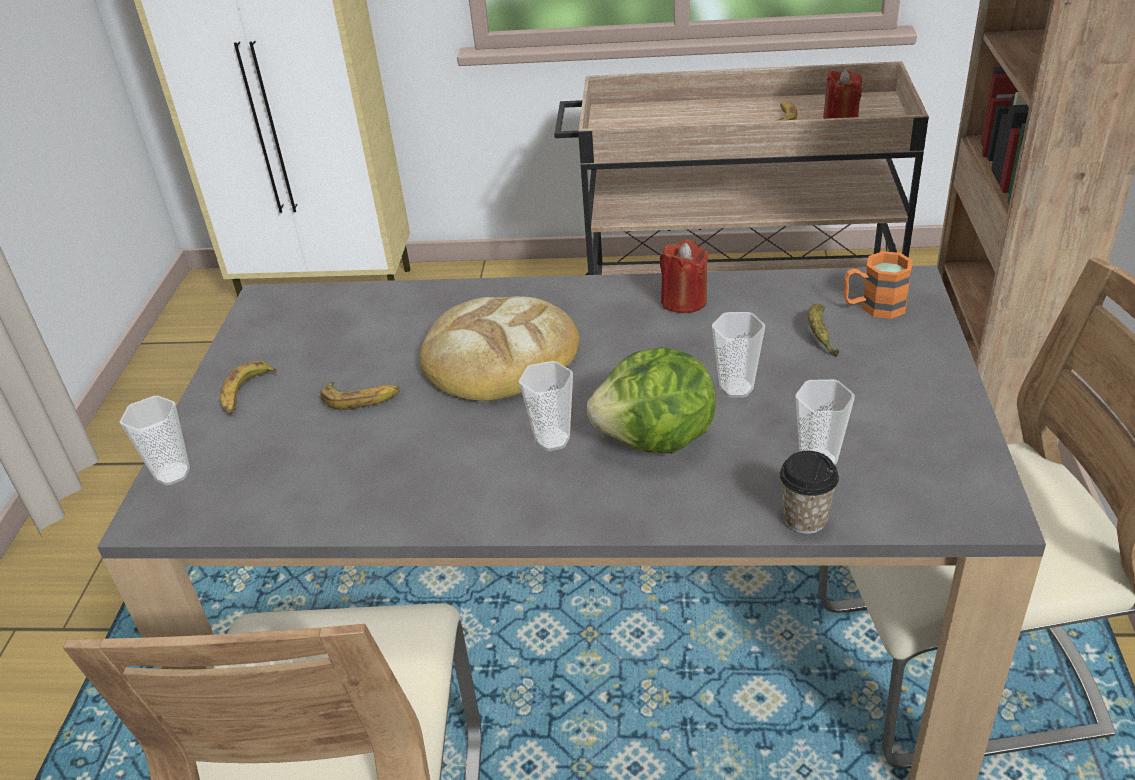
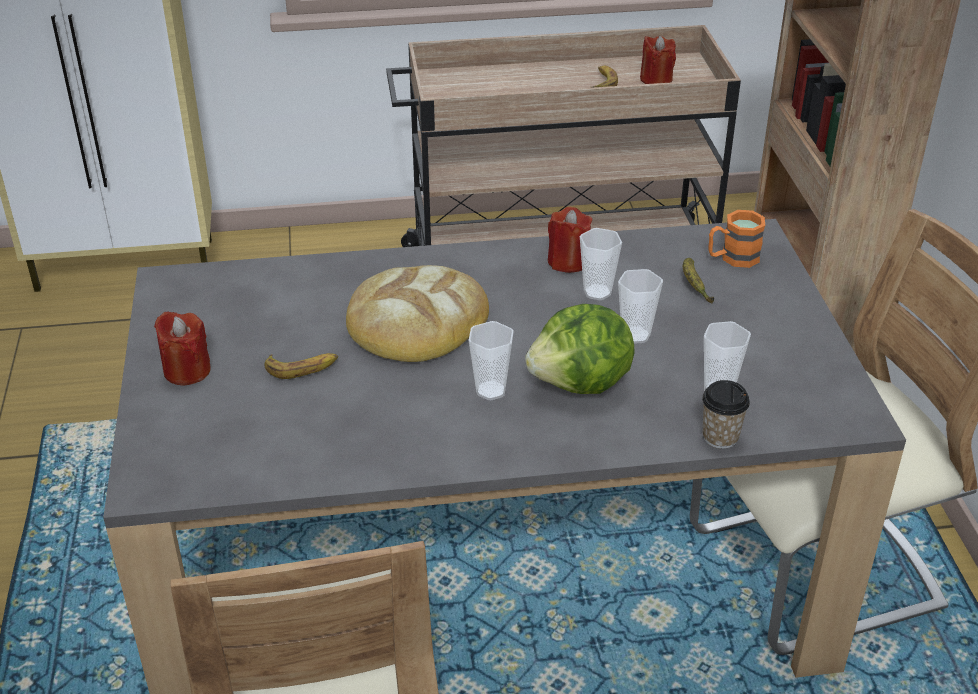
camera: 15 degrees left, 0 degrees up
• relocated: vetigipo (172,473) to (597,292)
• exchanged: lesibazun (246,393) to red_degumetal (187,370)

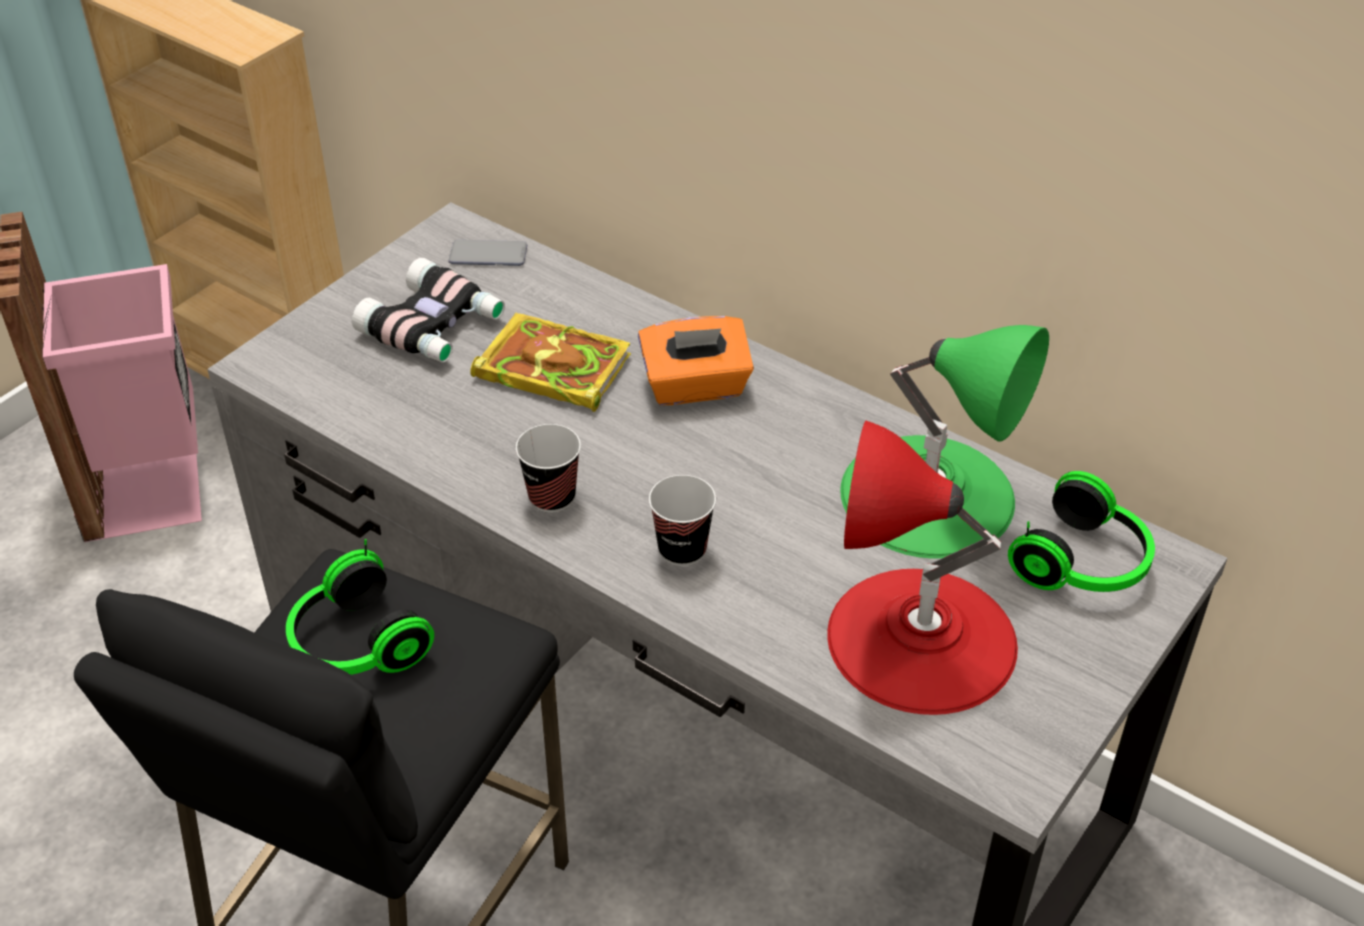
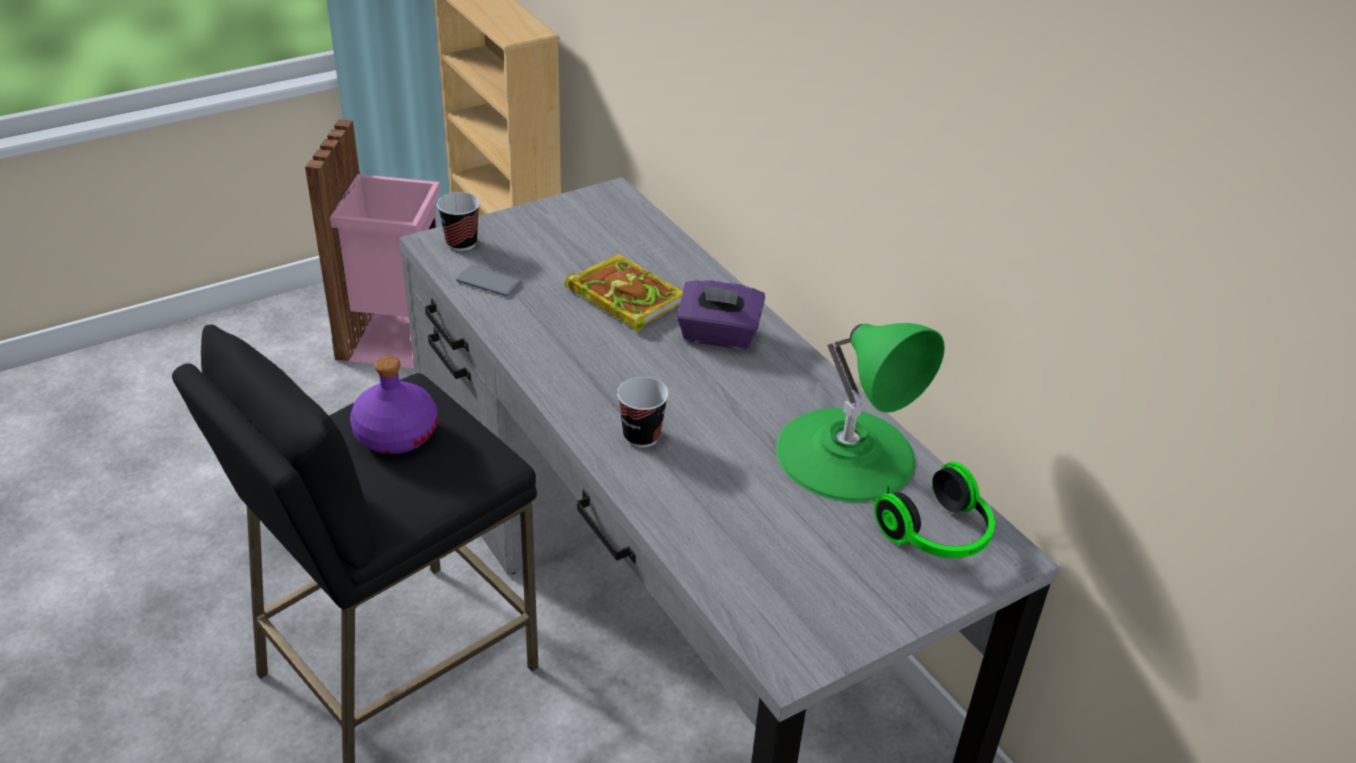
camera: 20 degrees right, 5 degrees down
• missing: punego (434,327)
• missing: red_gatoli (921,639)
• relocated: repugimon (488,255) to (488,282)
• relocated: vetigipo (552,497) to (461,243)
• exchanged: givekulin (354,644) to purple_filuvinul (395,433)
• colour: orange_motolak (695,387) to purple_motolak (718,335)

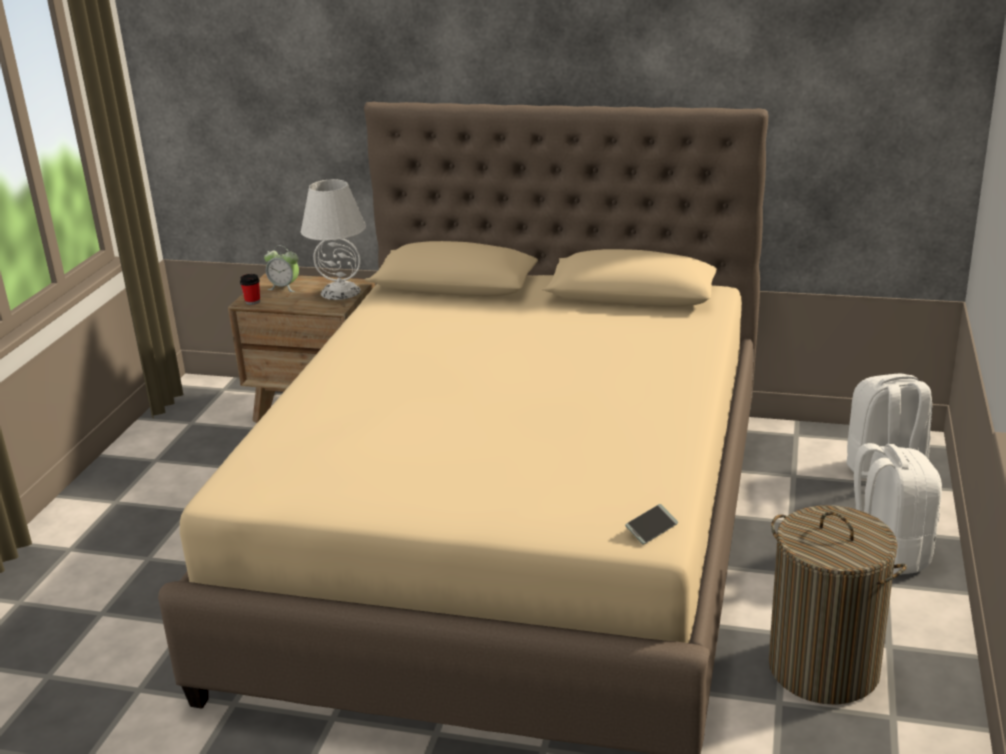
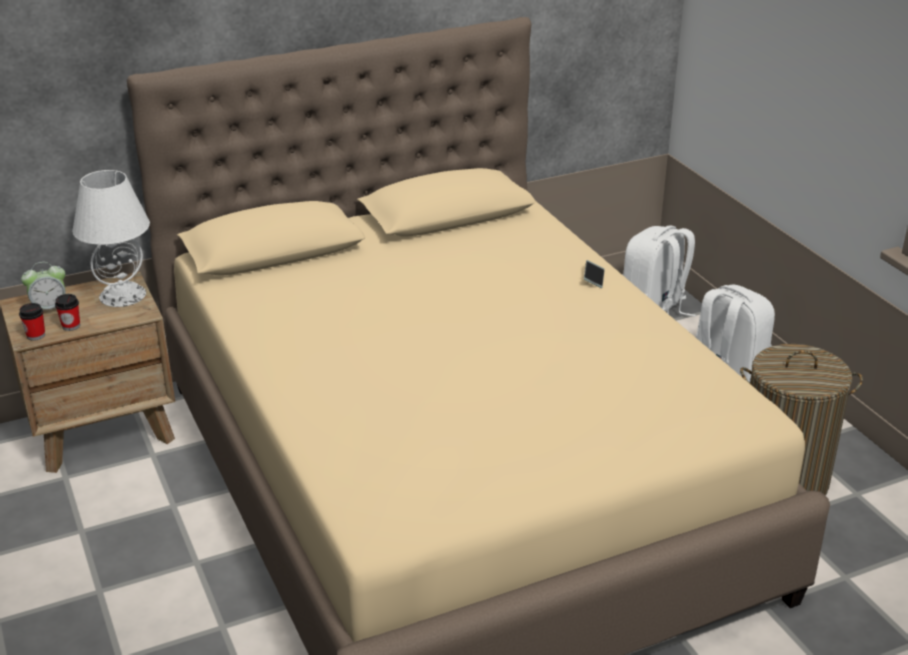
camera: 40 degrees left, 5 degrees up
• appeared: vetigipo (71,326)
• relocated: repugimon (651,529) to (593,278)

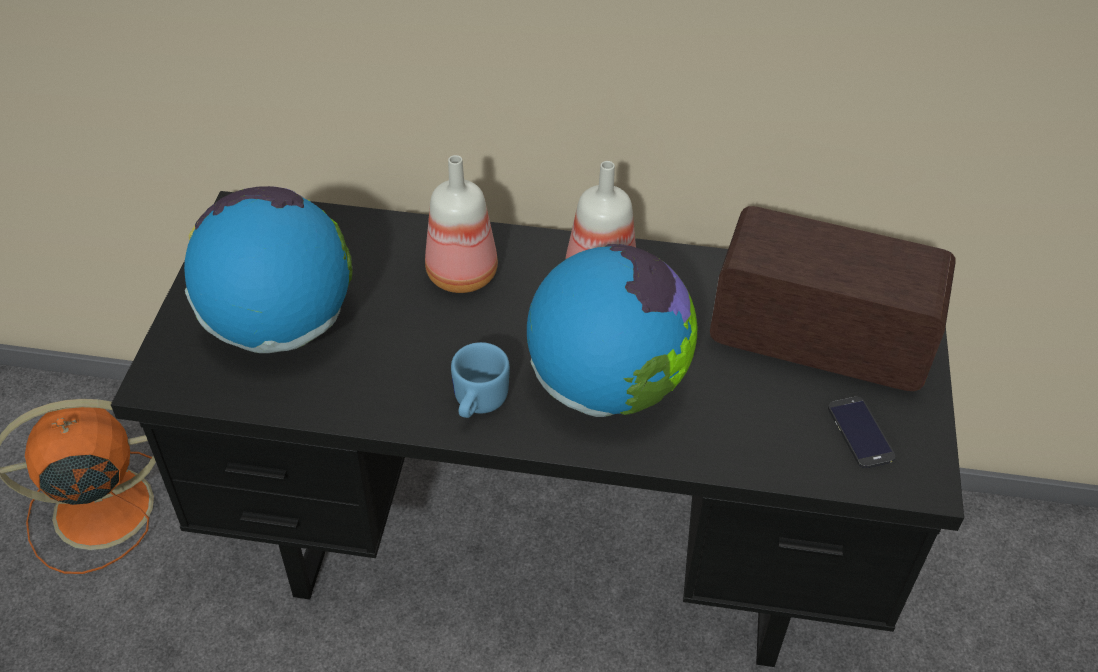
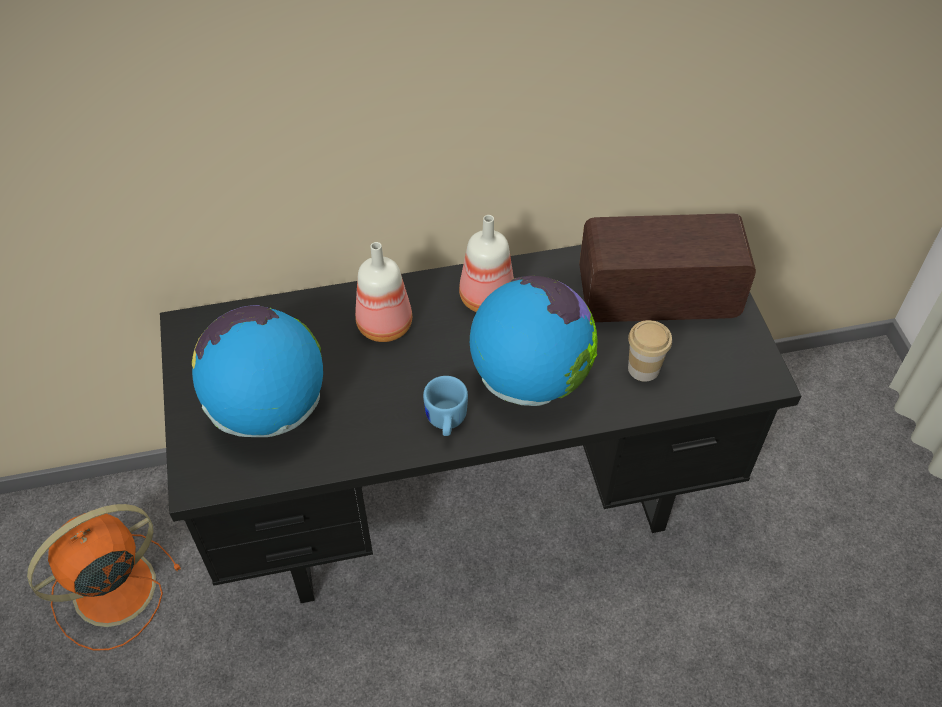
camera: 20 degrees left, 5 degrees up
• missing: repugimon (860,432)
• appeared: vetigipo (643,368)

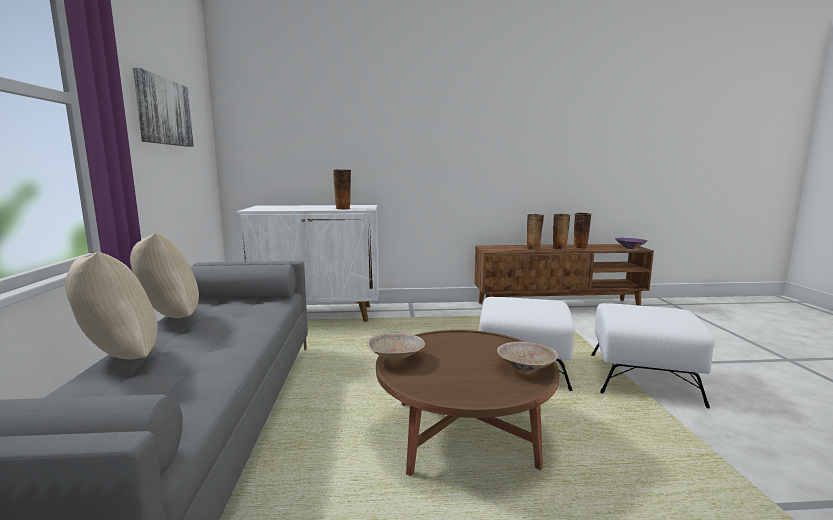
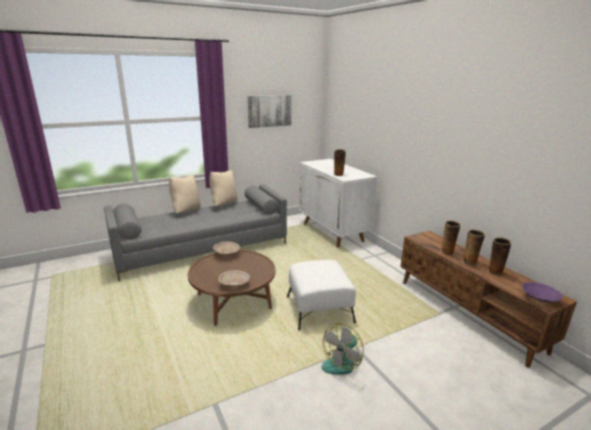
camera: 65 degrees right, 10 degrees up
• exchanged: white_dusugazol (643,379) to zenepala (342,362)

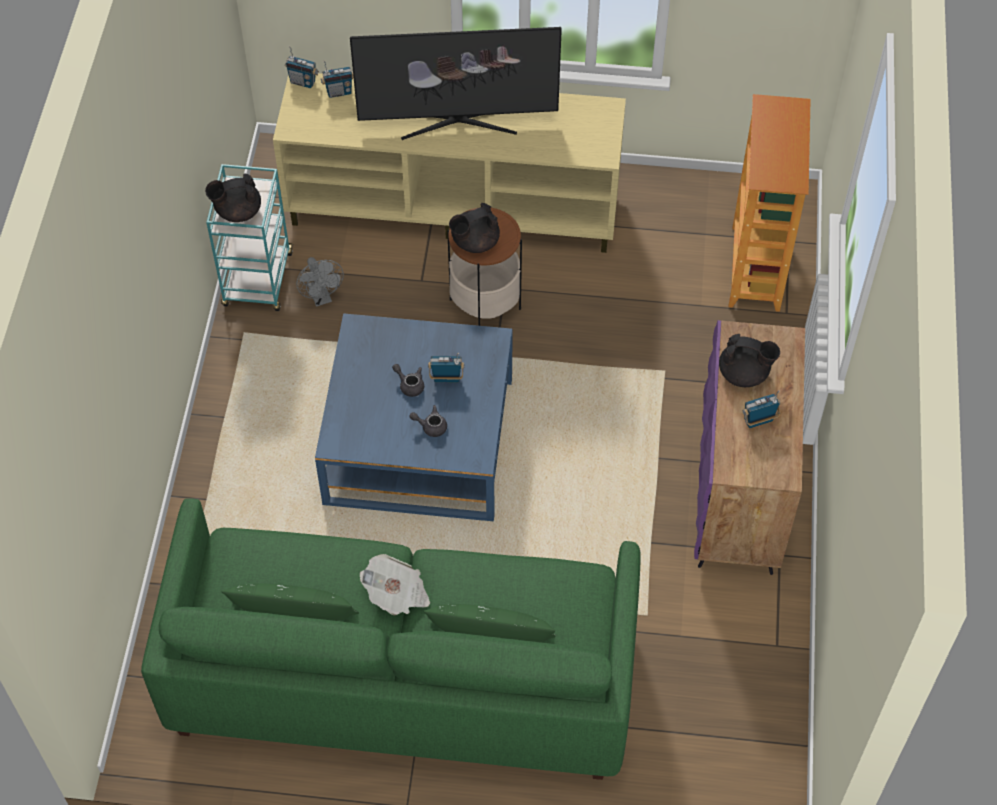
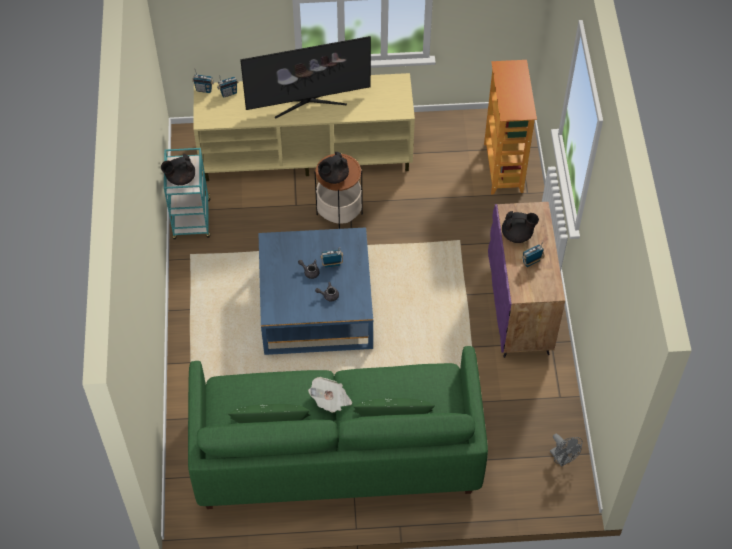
camera: 10 degrees left, 0 degrees up
• relocated: grey_zenepala (321,298) to (562,459)

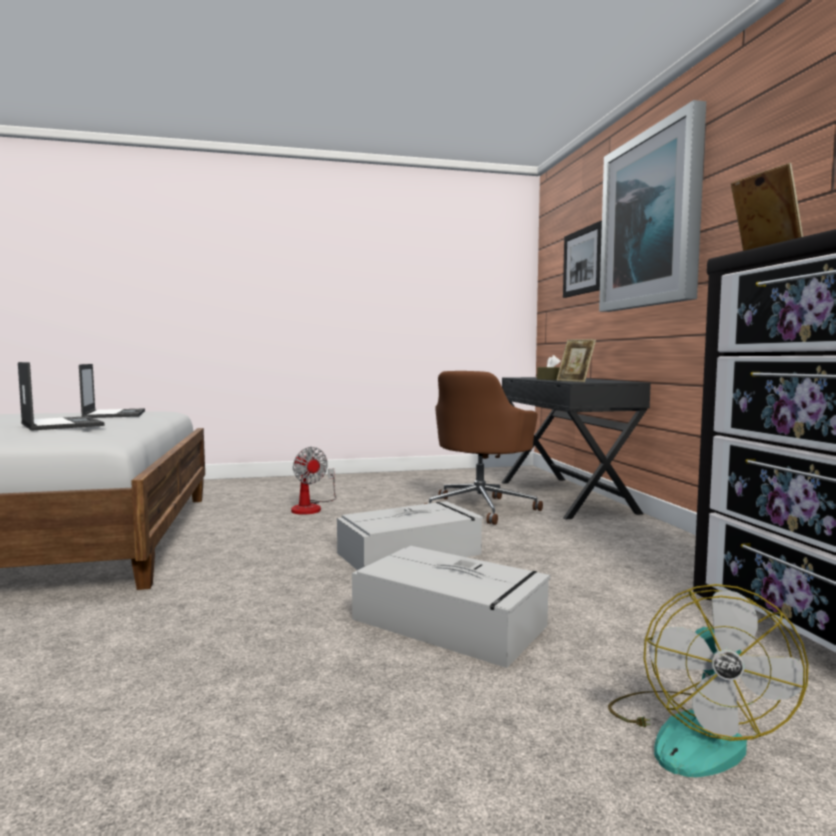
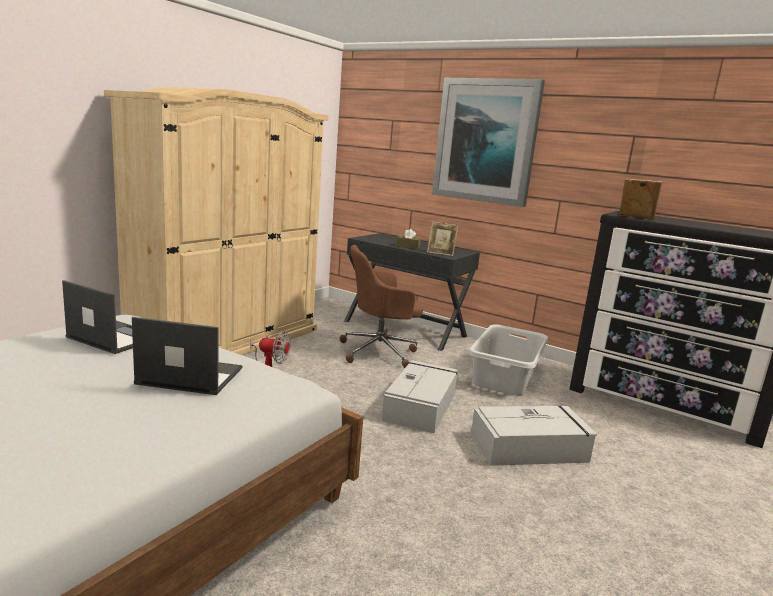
camera: 45 degrees left, 10 degrees up
• missing: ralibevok (582,261)
• missing: zenepala (693,732)
• appeared: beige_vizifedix (227,343)
• appeared: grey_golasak (506,377)
• spun: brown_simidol (481,508) = (380,352) 90 degrees clockwise

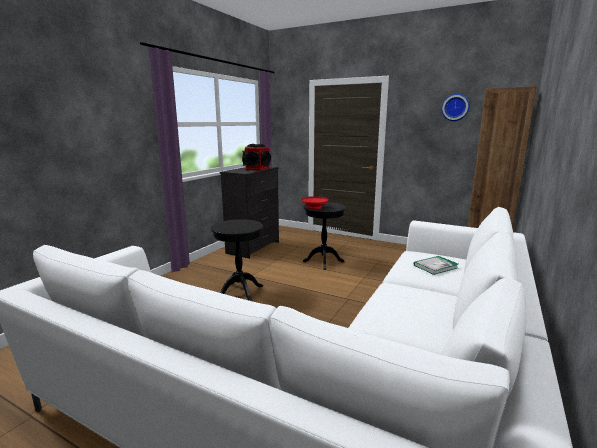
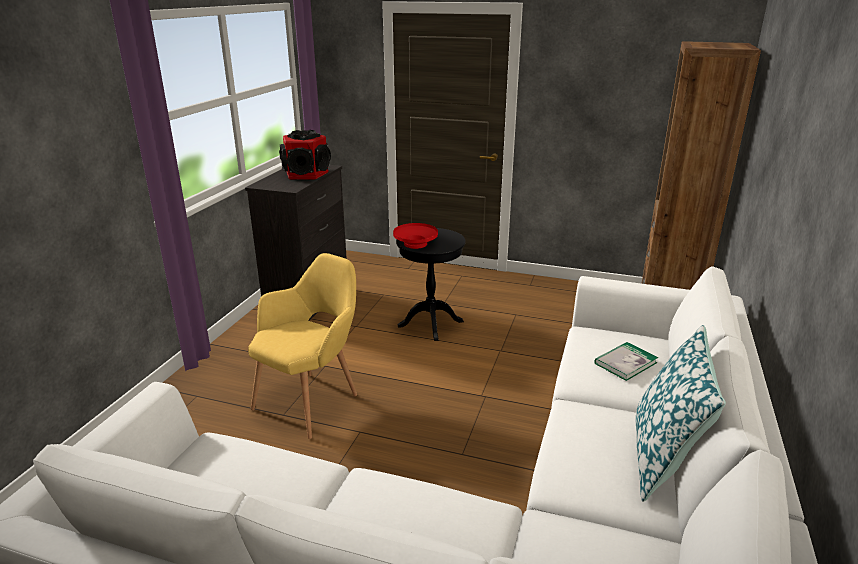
camera: 10 degrees left, 10 degrees up
• missing: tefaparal (455,107)
• appeared: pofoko (664,458)
• exchanged: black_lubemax (240,292) to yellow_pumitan (313,400)

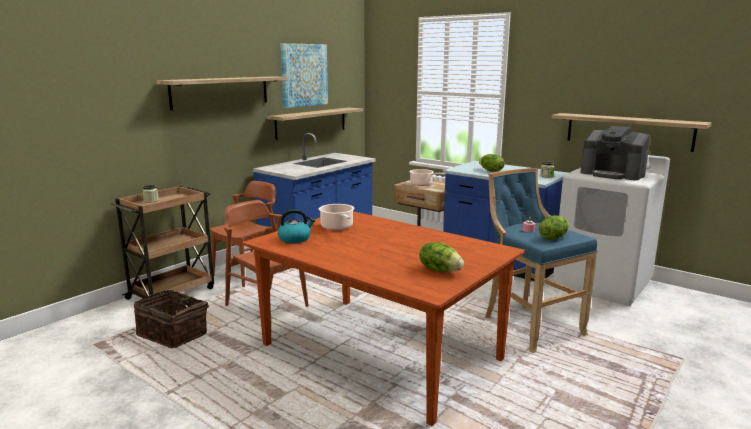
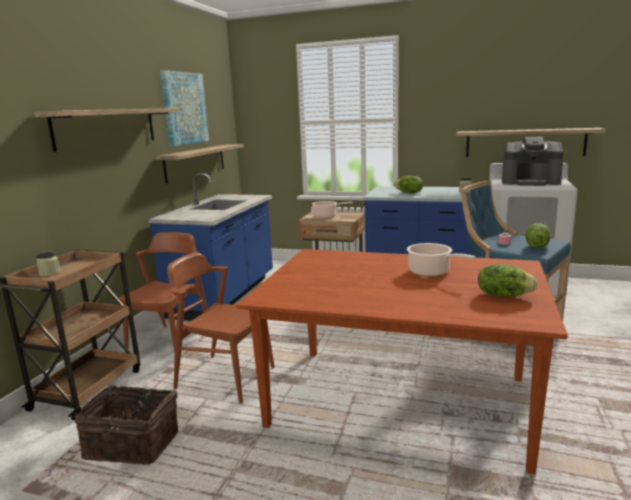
camera: 20 degrees left, 0 degrees up
• missing: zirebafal (295,239)
• relocated: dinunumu (337,227) to (431,272)

